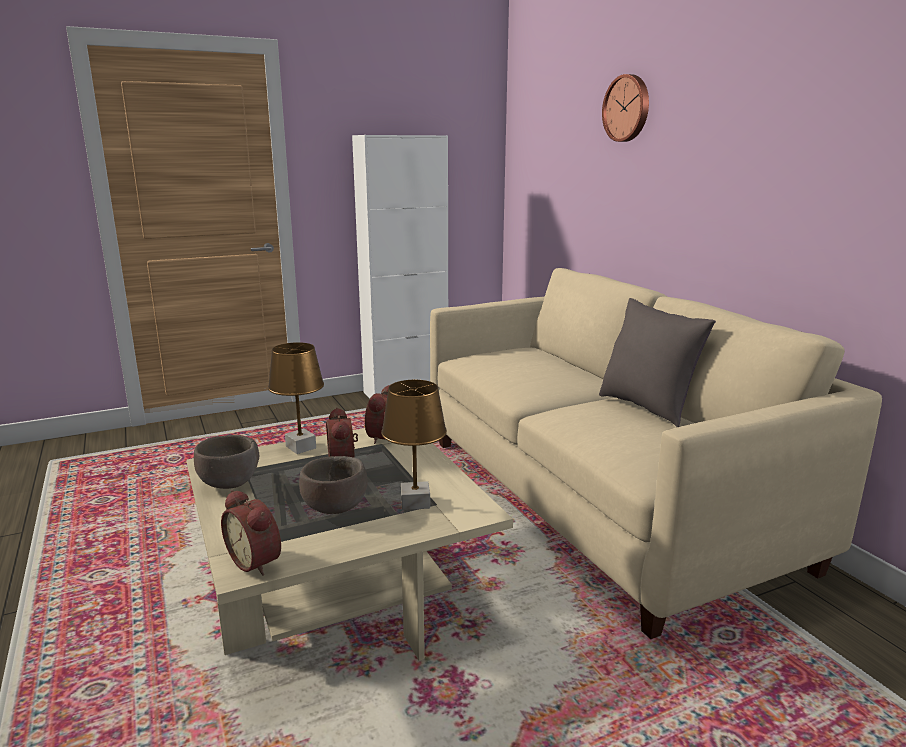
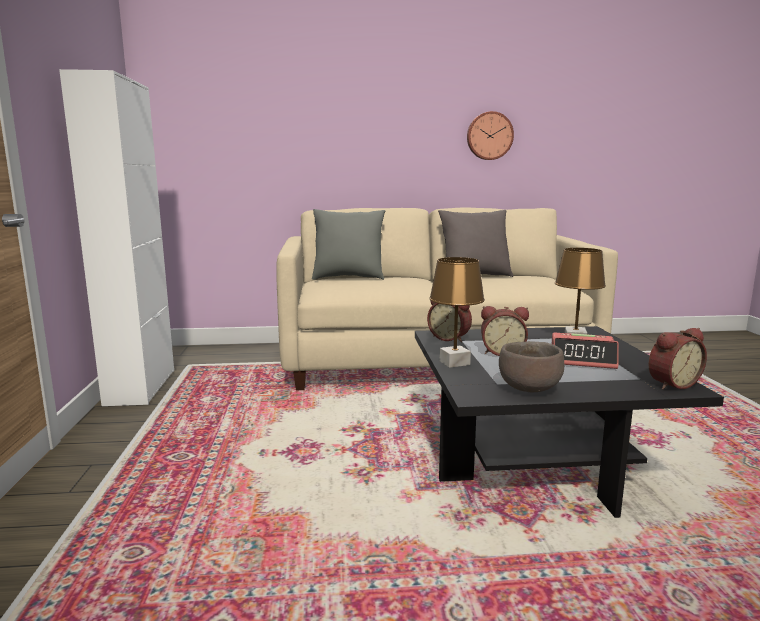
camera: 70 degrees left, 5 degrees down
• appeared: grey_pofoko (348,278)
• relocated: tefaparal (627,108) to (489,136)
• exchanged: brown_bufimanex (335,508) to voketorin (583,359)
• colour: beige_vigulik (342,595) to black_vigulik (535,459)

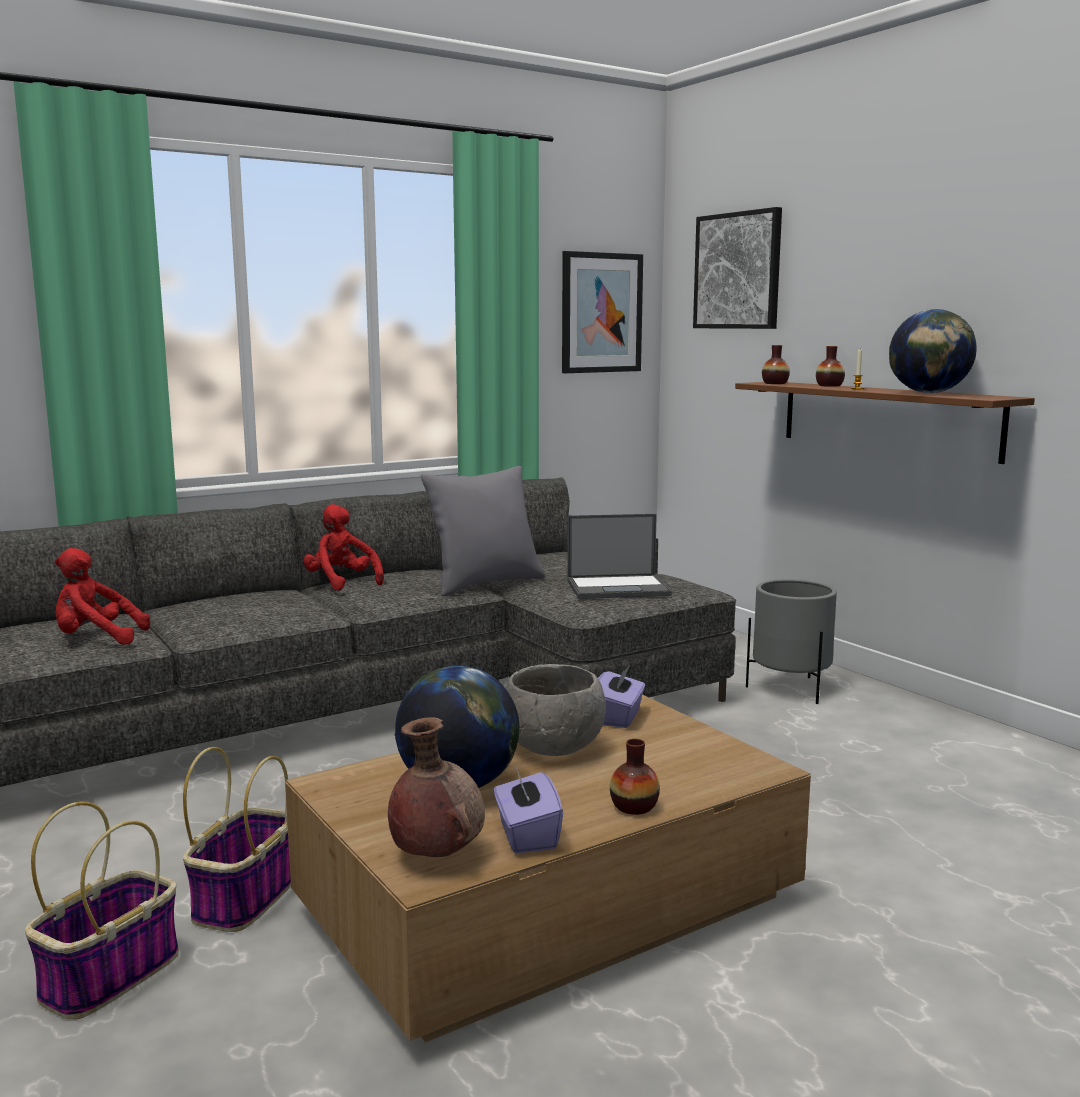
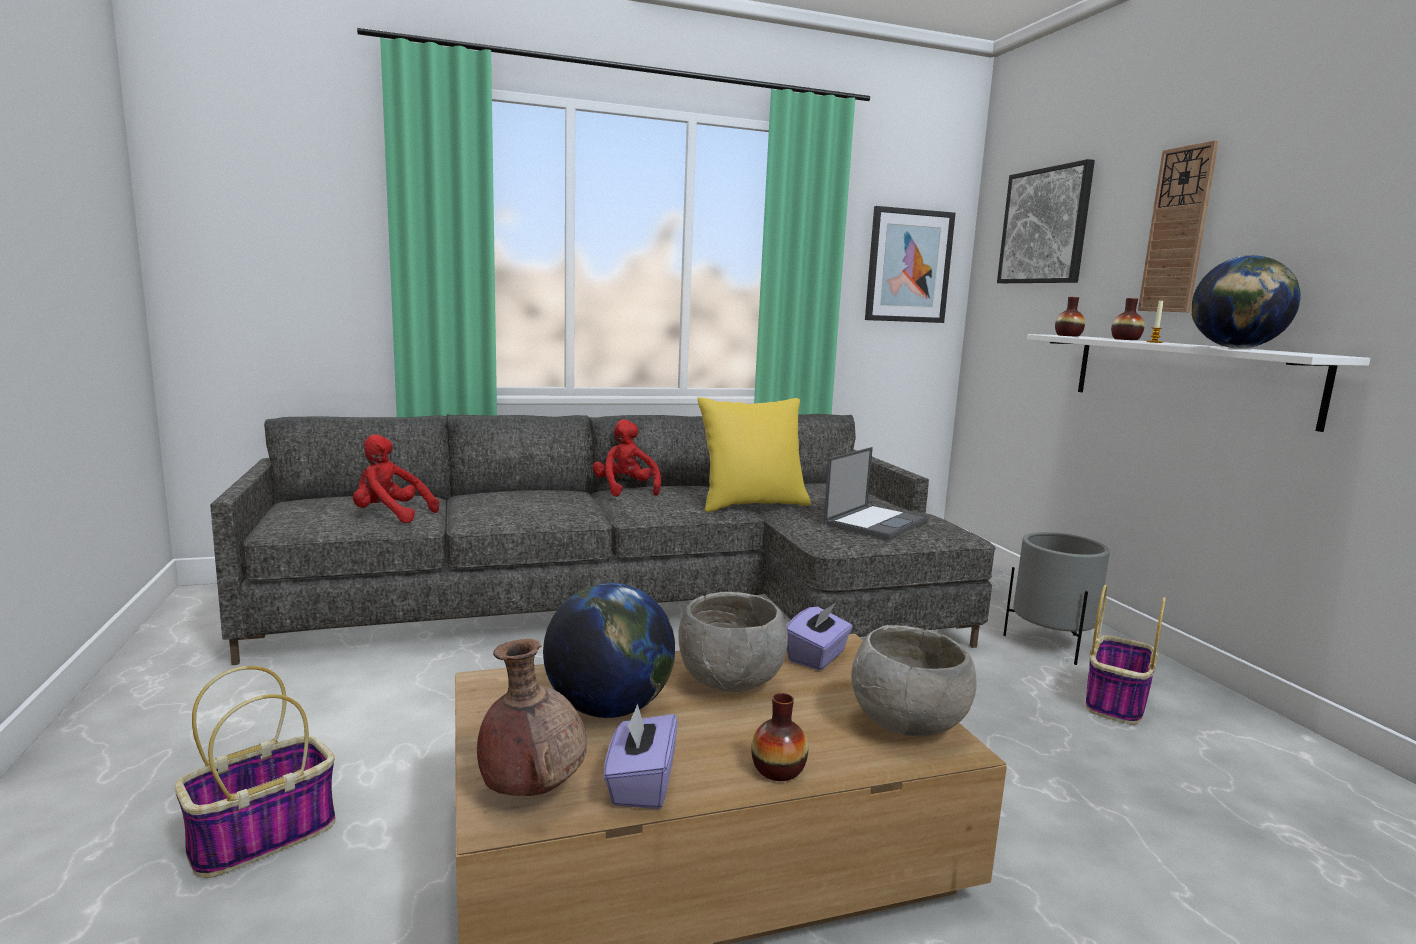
camera: 15 degrees right, 0 degrees up
• appeared: grey_bufimanex (907,726)
• appeared: tefaparal (1177,230)
• relocated: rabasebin (245,898) to (1115,701)
• colour: grey_pofoko (485,584) to yellow_pofoko (752,505)
• colour: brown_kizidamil (886,419) to white_kizidamil (1187,376)
• spun: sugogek (619,588) = (876,522) 60 degrees counterclockwise

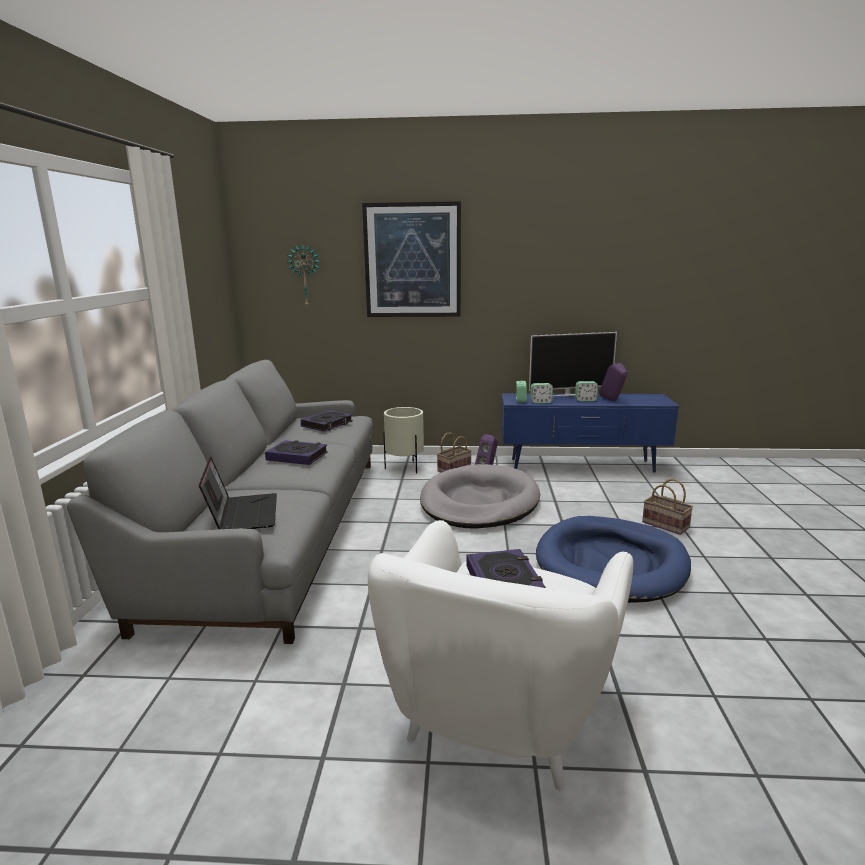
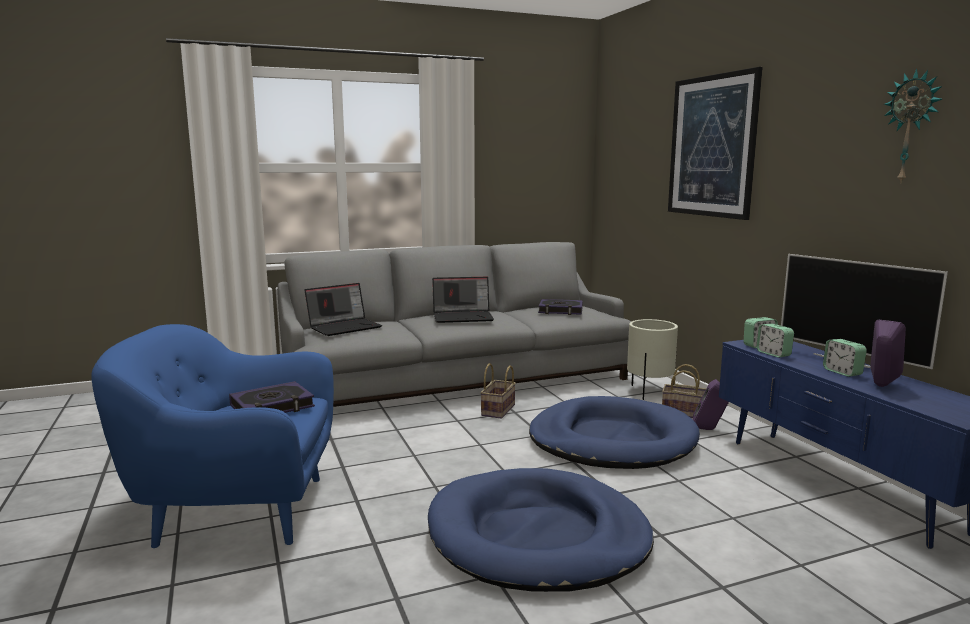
camera: 65 degrees right, 5 degrees down
• relocated: tefaparal (305,275) to (911,127)
• relocated: rabasebin (667,525) to (498,410)
• exchanged: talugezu (297,456) to sugogek (463,317)
• colour: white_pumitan (500,714) to blue_pumitan (236,510)
• colour: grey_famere (479,502) to blue_famere (612,440)

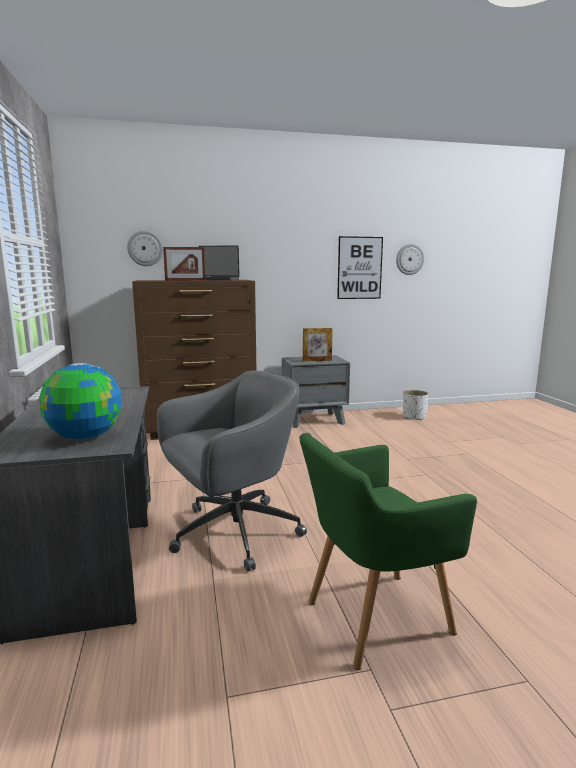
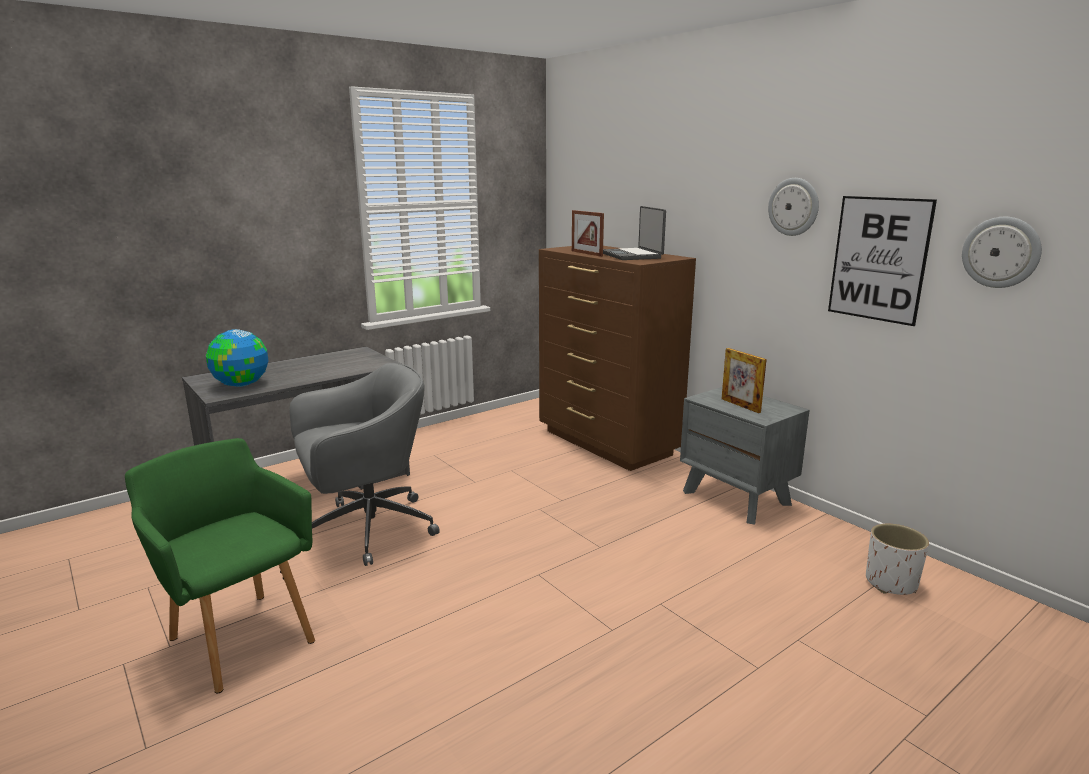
camera: 65 degrees right, 5 degrees up
• relocated: tefaparal (145,248) to (794,207)
• spun: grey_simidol (232,533) = (366,529) 60 degrees counterclockwise

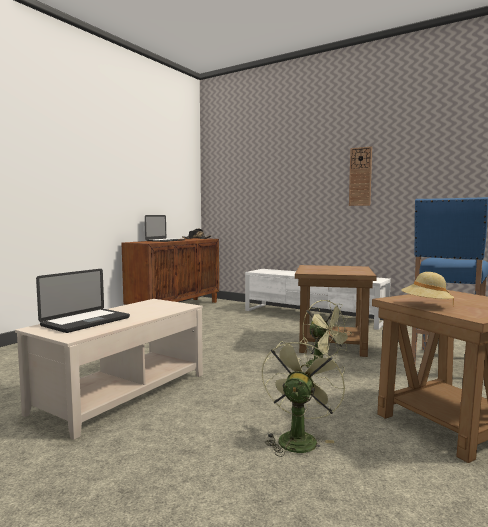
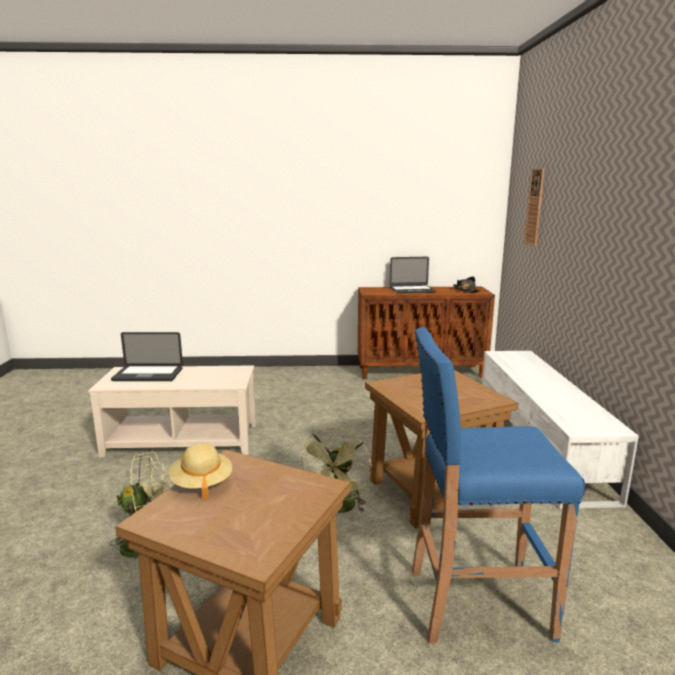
camera: 55 degrees right, 10 degrees up
• relocated: tefaparal (360,176) to (535,207)

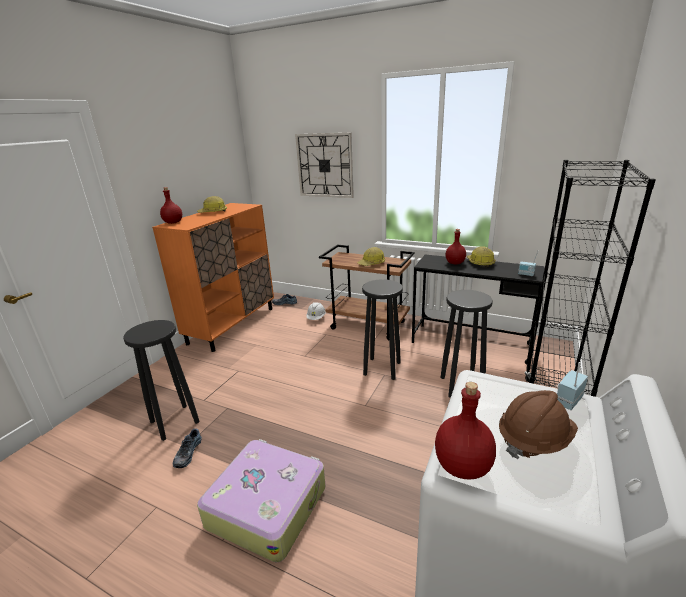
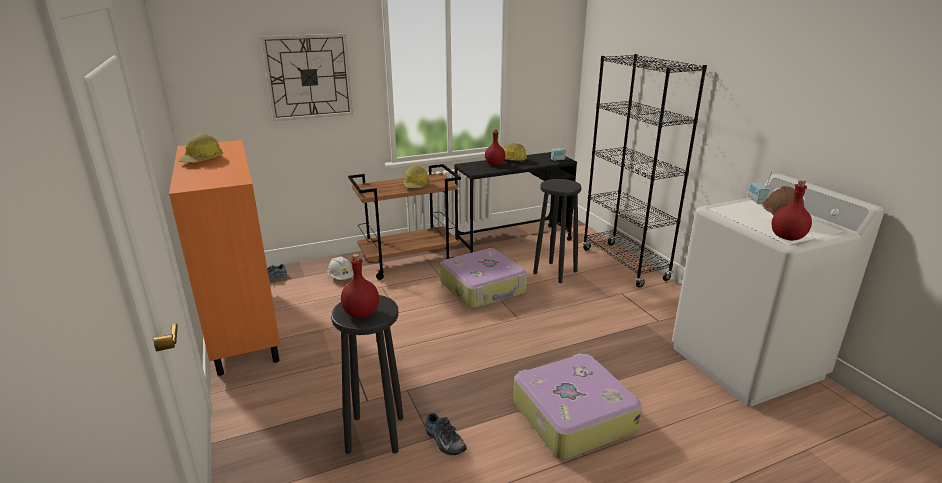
camera: 50 degrees left, 0 degrees up
• relocated: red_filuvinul (173,222) to (361,313)
• exchanged: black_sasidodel (382,368) to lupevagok (483,288)

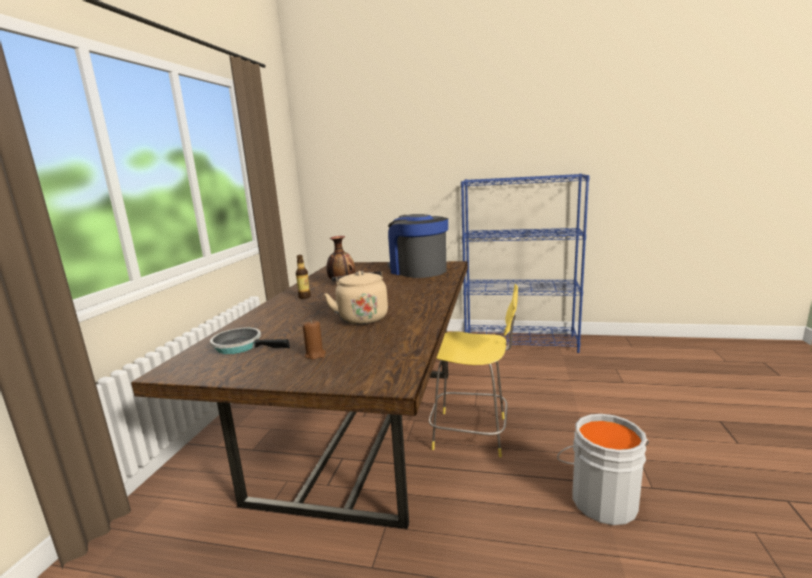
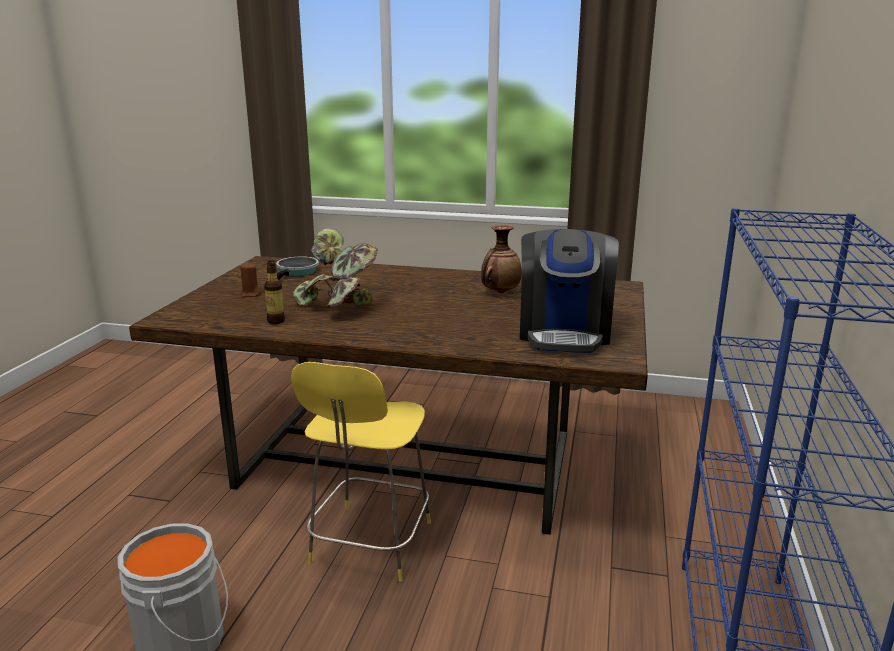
camera: 90 degrees right, 5 degrees up
• relocated: filuvinul (304,297) to (276,321)
• exchanged: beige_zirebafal (361,317) to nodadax (339,306)
• spun: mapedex (417,270) = (564,333) 135 degrees clockwise

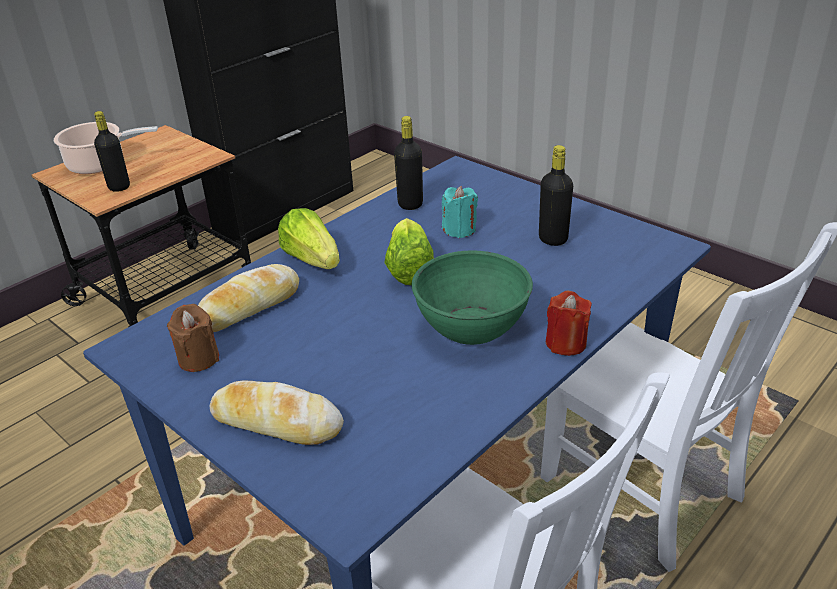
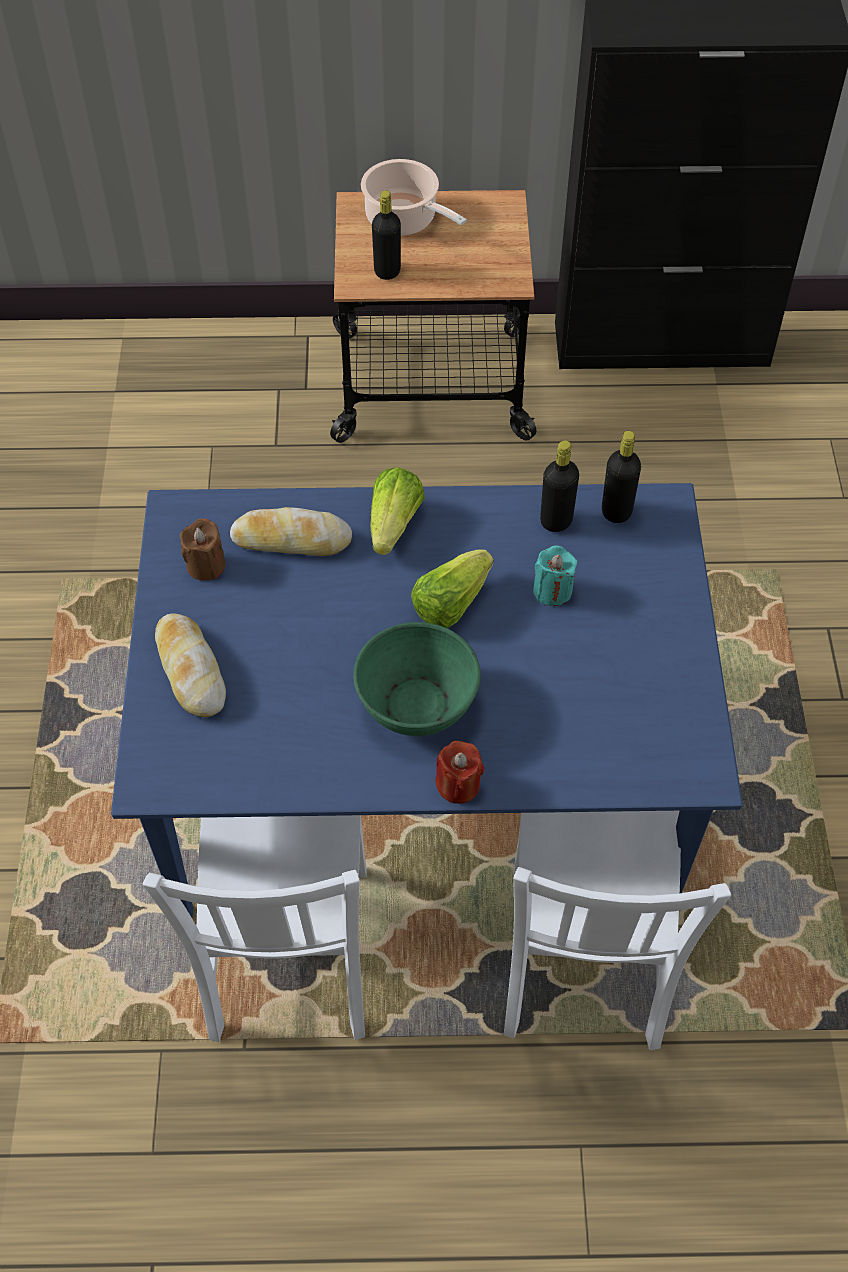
camera: 45 degrees right, 20 degrees up
• relocated: black_filuvinul (553,239) to (616,511)

